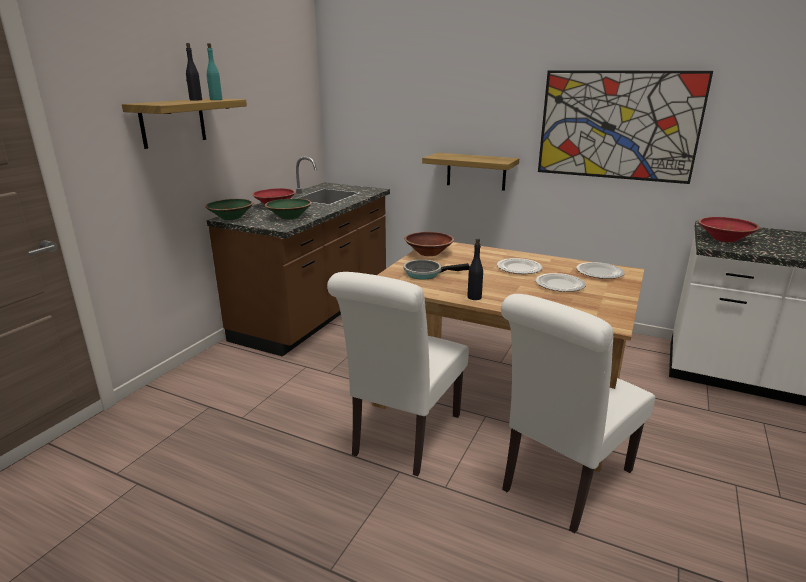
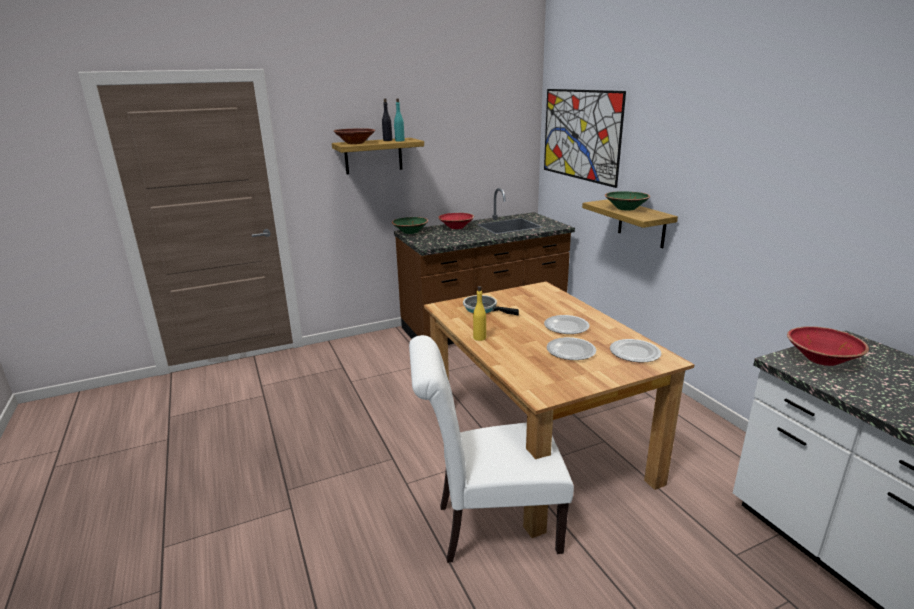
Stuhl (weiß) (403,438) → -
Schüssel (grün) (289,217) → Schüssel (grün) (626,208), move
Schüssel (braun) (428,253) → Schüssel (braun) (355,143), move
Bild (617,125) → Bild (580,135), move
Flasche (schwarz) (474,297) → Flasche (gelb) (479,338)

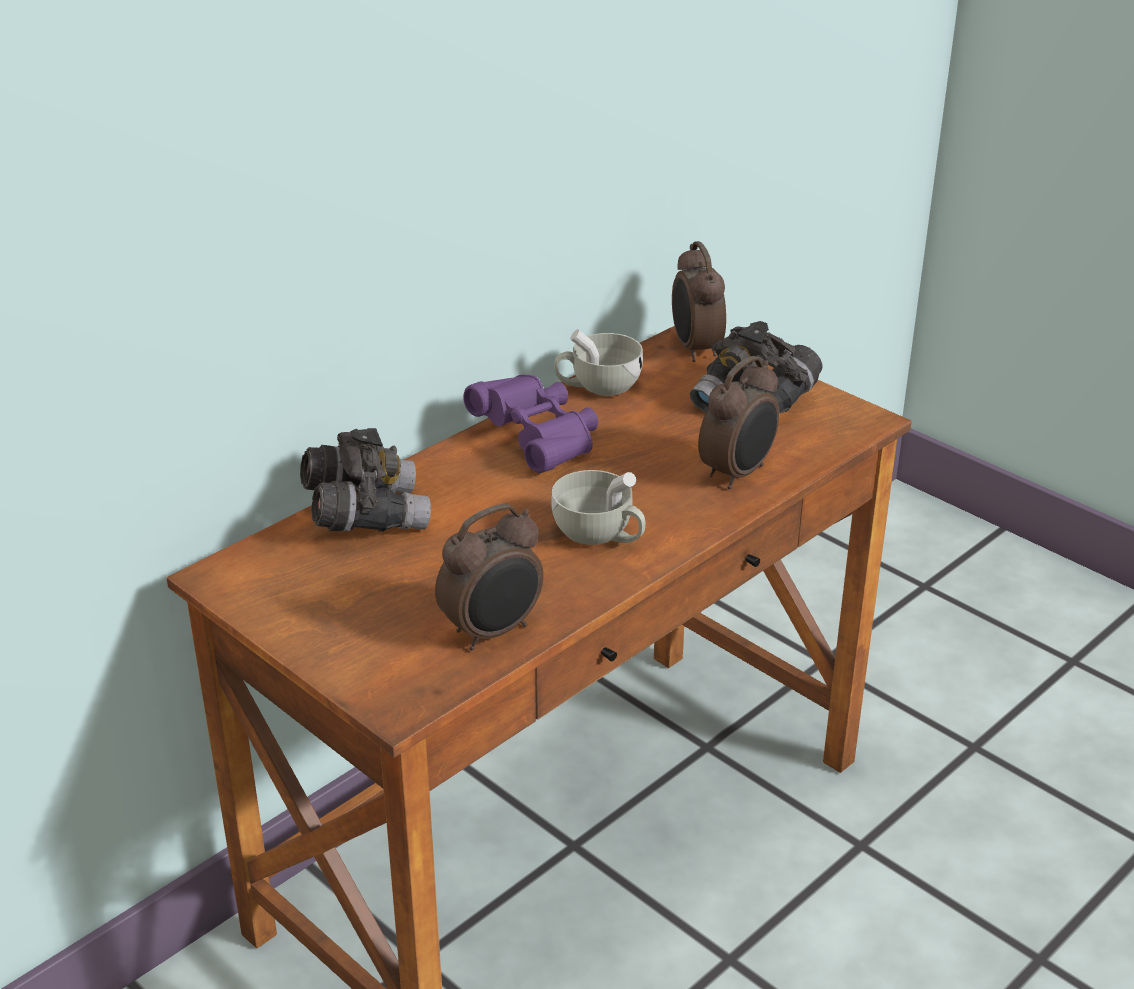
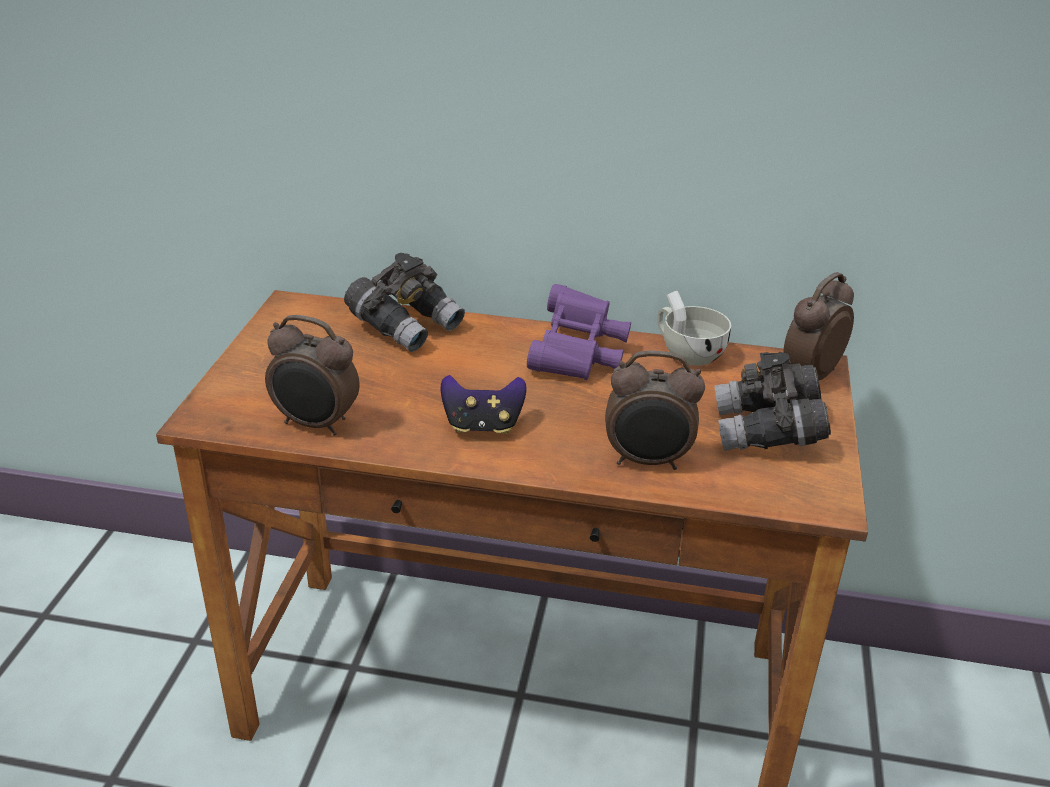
Tasse (weiß) (600,536) → Gamepad (482,426)

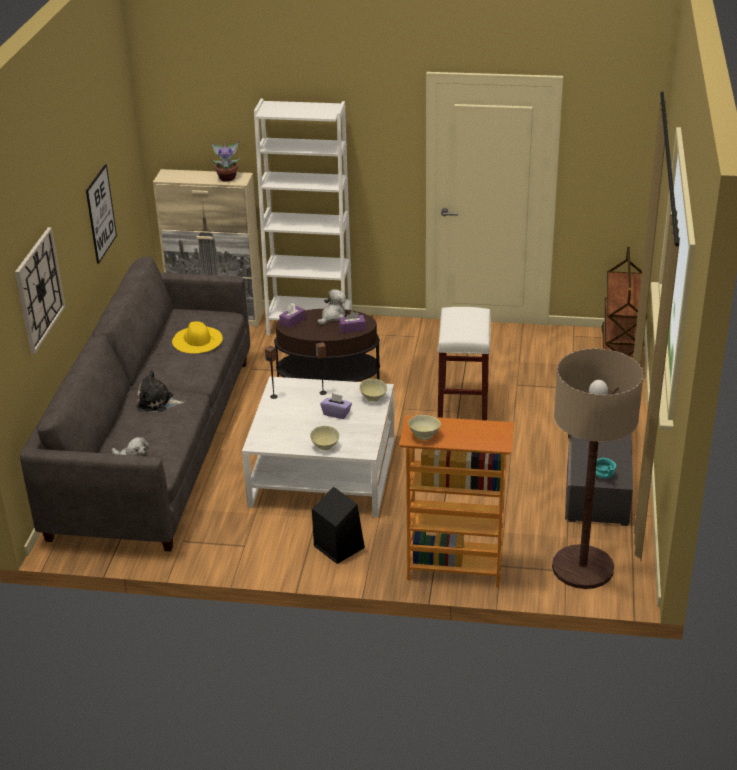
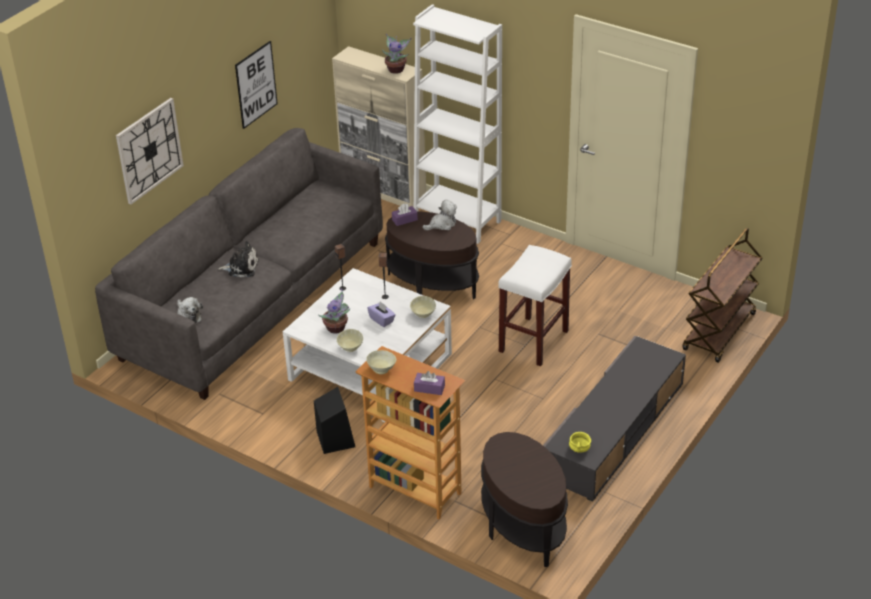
Hut (gelb) (197,339) → -
- → Topfpflanze (337,328)
Taschentuchbox (lila) (352,328) → Taschentuchbox (lila) (429,388), move
Stehlampe (582,568) → Beistelltisch (braun) (522,526)
Schüssel (türkis) (604,476) → Schüssel (gelb) (579,449)
Plüschtier (157,402) → Plüschtier (241,267), 150 degrees clockwise

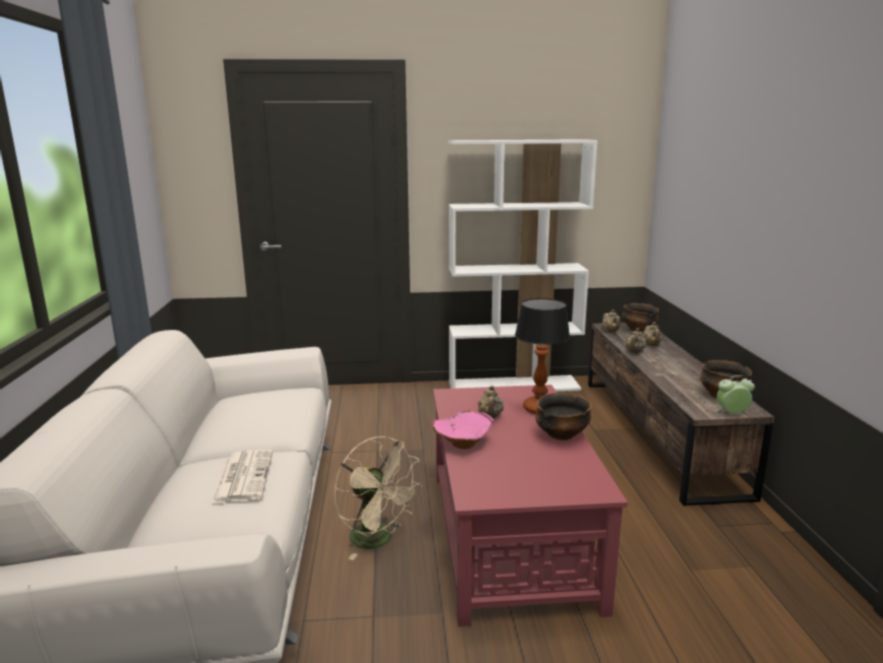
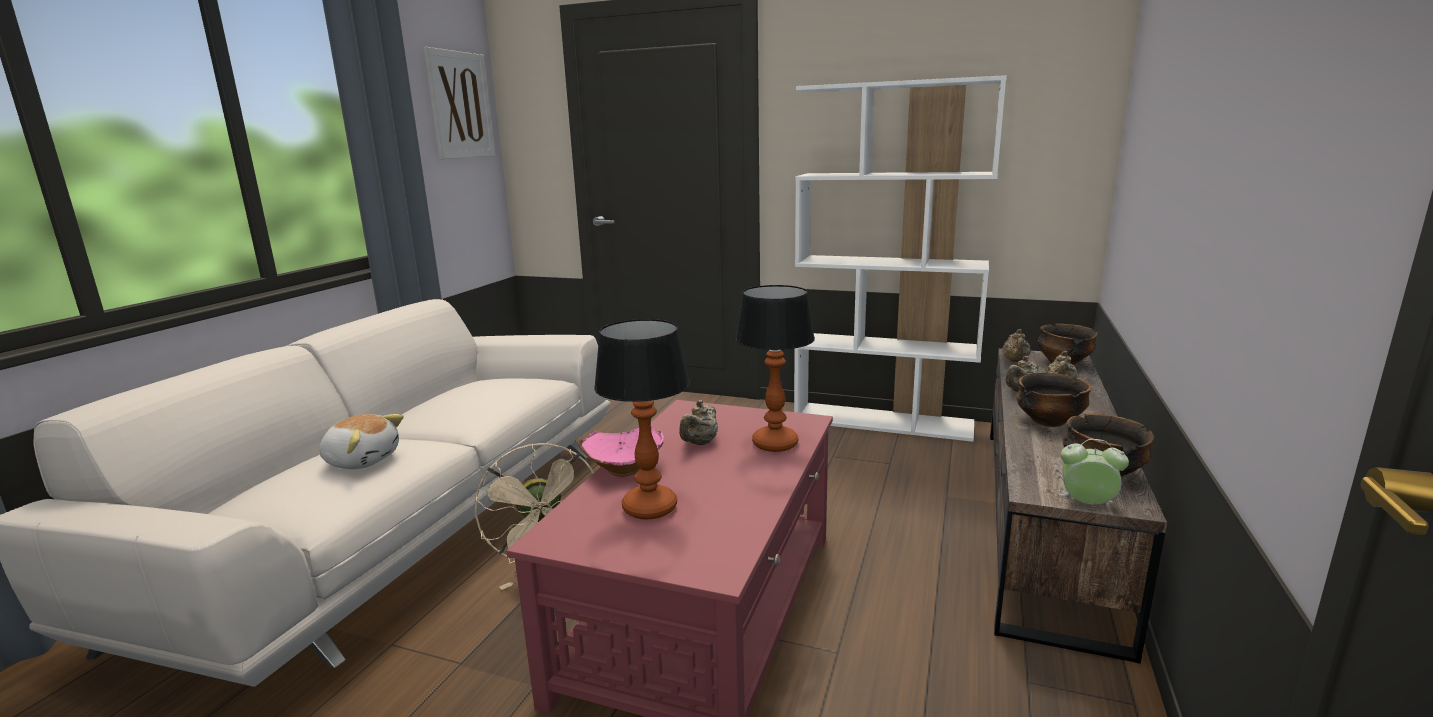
- → Bild (460,105)
- → Tischlampe (649,507)
Schüssel (561,435) → Schüssel (1048,422), move
Zeitung (243,476) → Plüschtier (362,460)

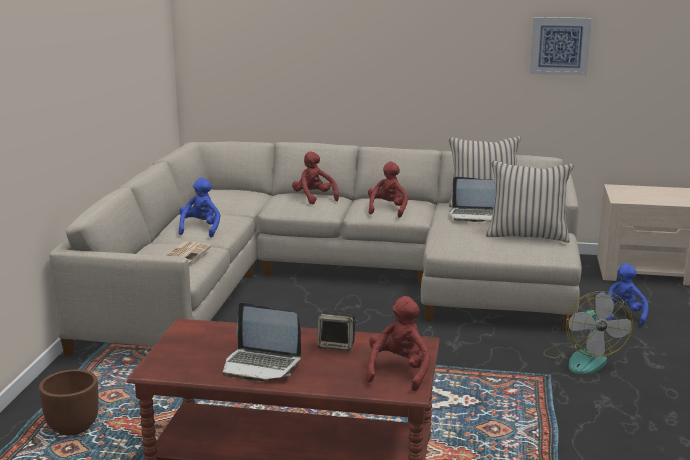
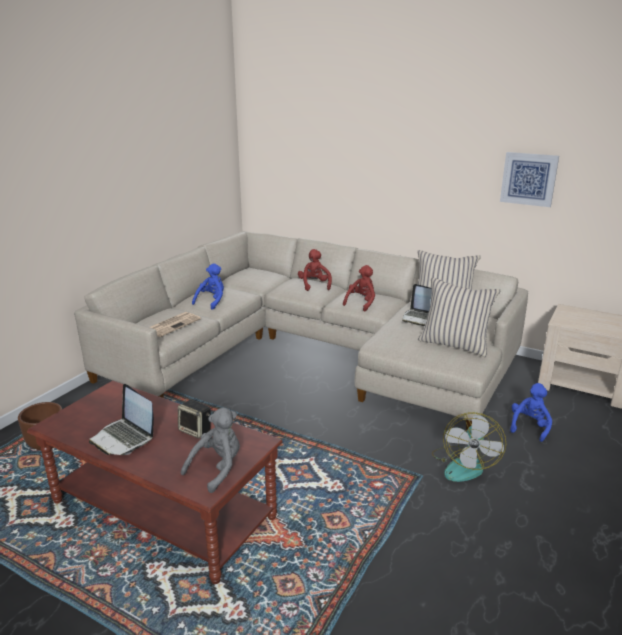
Plüschtier (rot) (399,372) → Plüschtier (grau) (217,469)

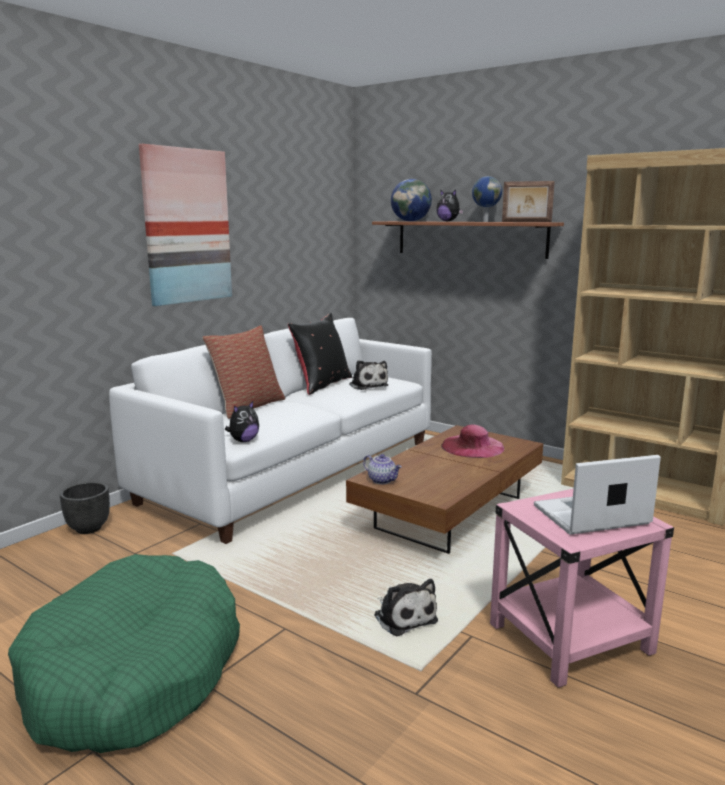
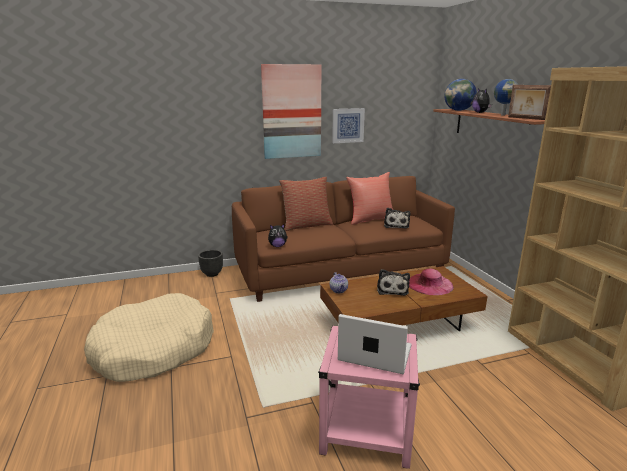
- → Bild (348,125)
Plüschtier (403,617) → Plüschtier (392,289), move
Hundebett (grün) (134,673) → Hundebett (beige) (153,349)
Sofa (weiß) (294,471) → Sofa (braun) (340,270)
Kissen (schwarz) (322,384) → Kissen (rot) (370,219)

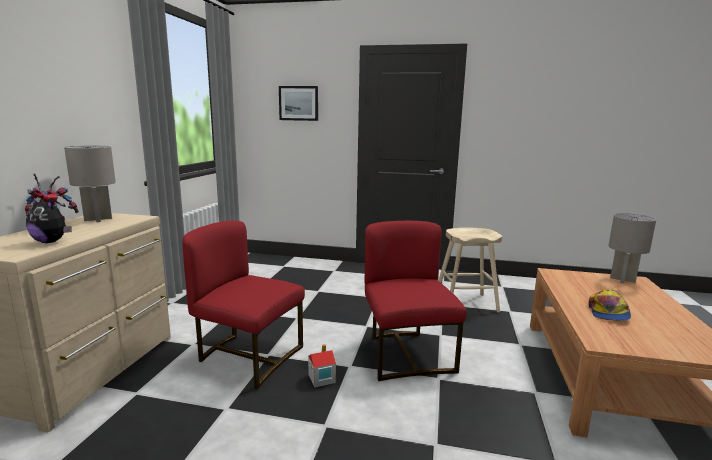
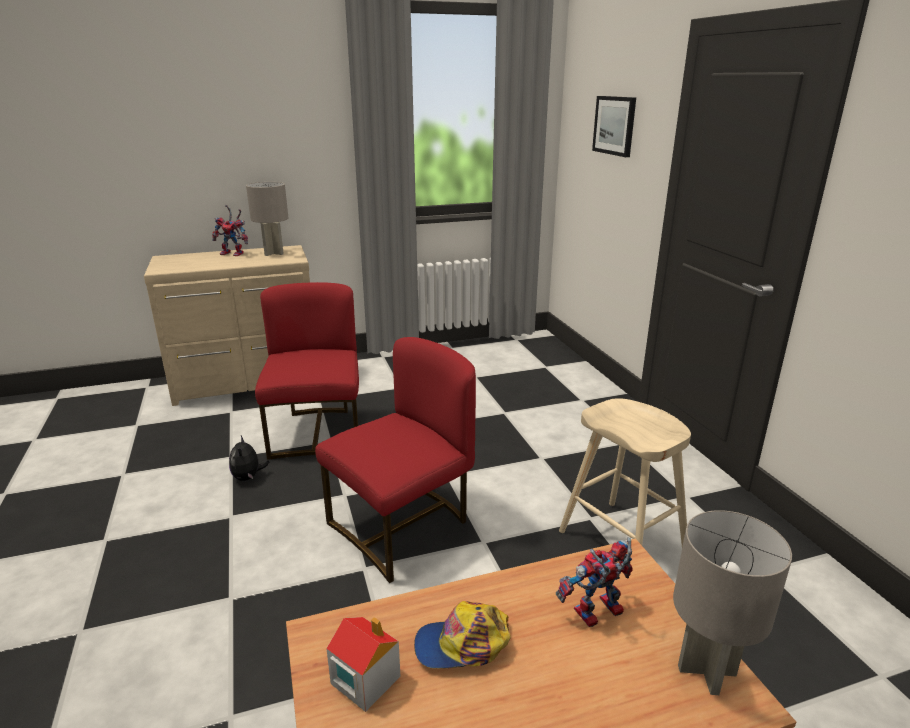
- → Spielzeugroboter (596,615)
Plüschtier (51,242) → Plüschtier (248,477), move
Spielzeughaus (321,379) → Spielzeughaus (364,679), move

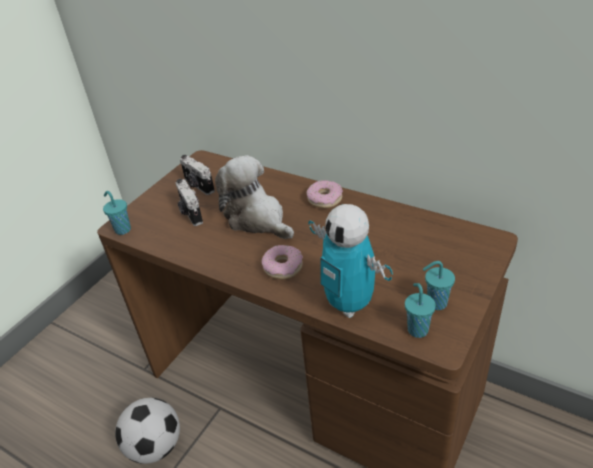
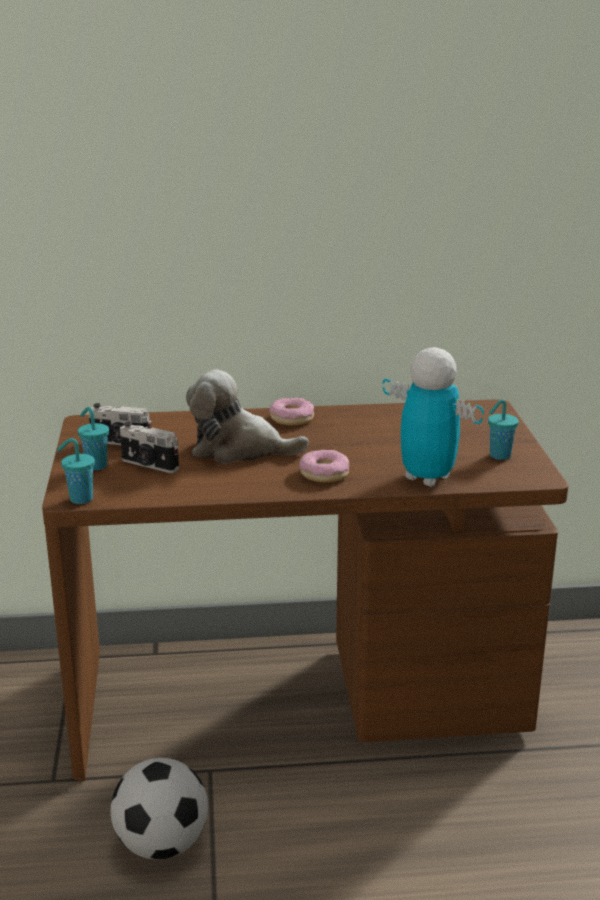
Tasse (türkis) (417,329) → Tasse (türkis) (95,465), move
Spielzeugroboter (349,304) → Spielzeugroboter (427,478), 150 degrees counterclockwise

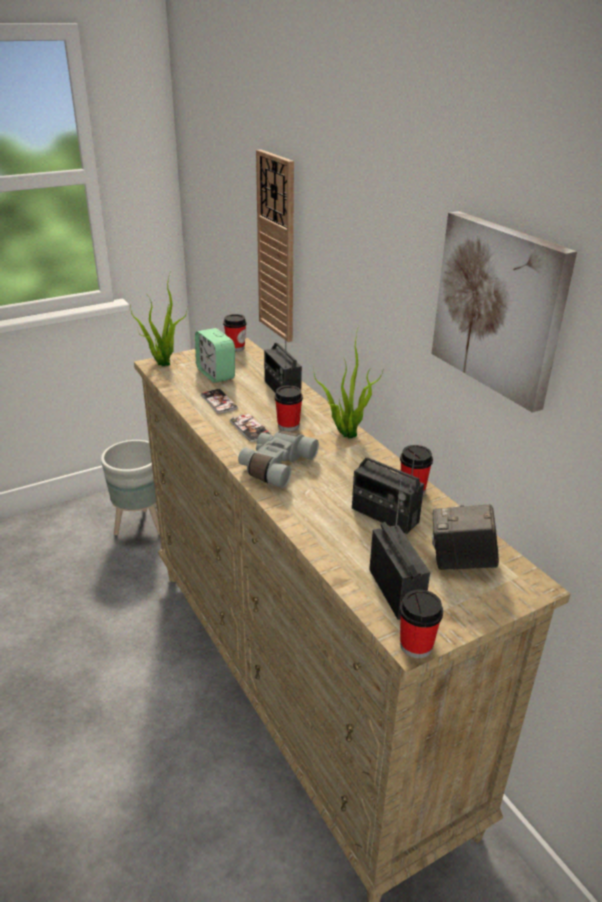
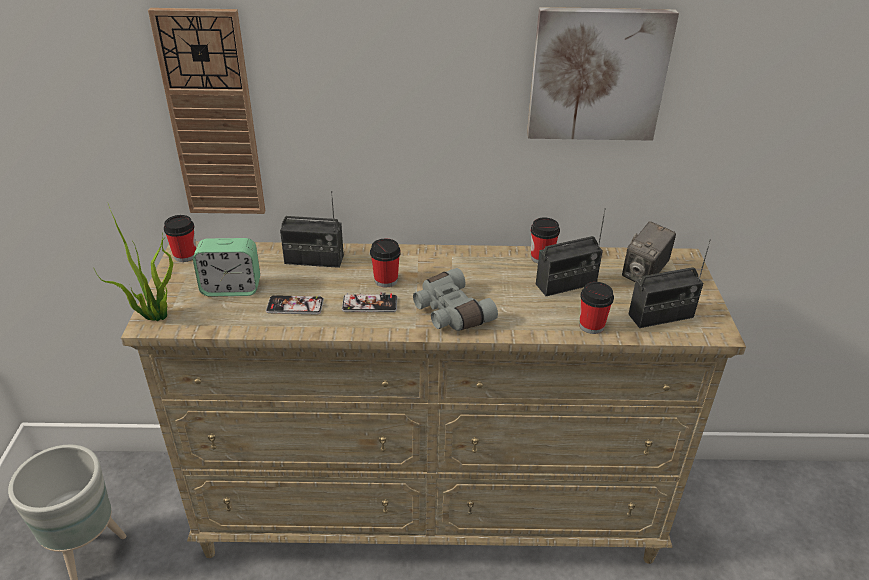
Topfpflanze (346,433) → -
Tasse (416,646) → Tasse (591,326), move
Radio (396,591) → Radio (661,316), 150 degrees clockwise

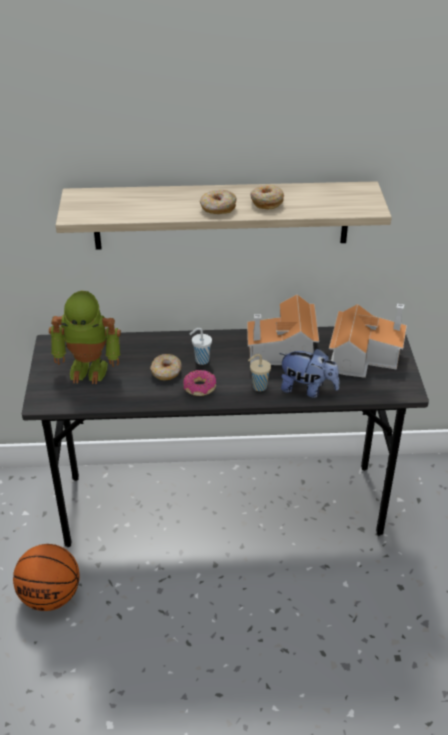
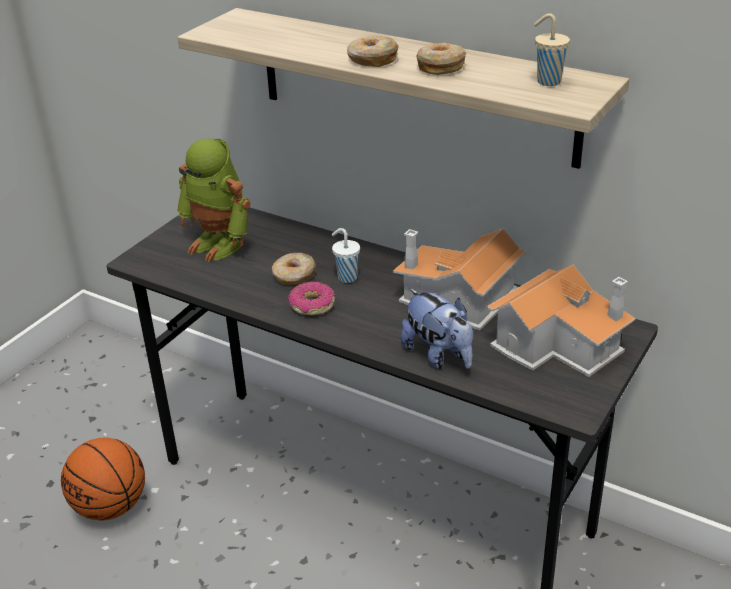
Tasse (beige) (258,387) → Tasse (beige) (547,81), move

